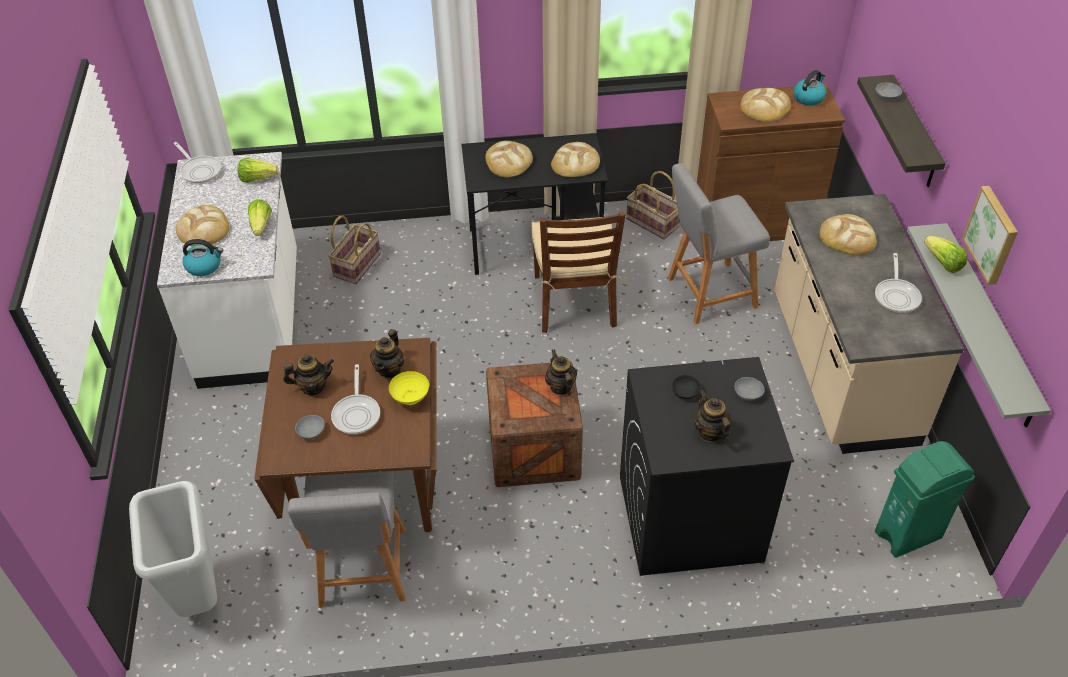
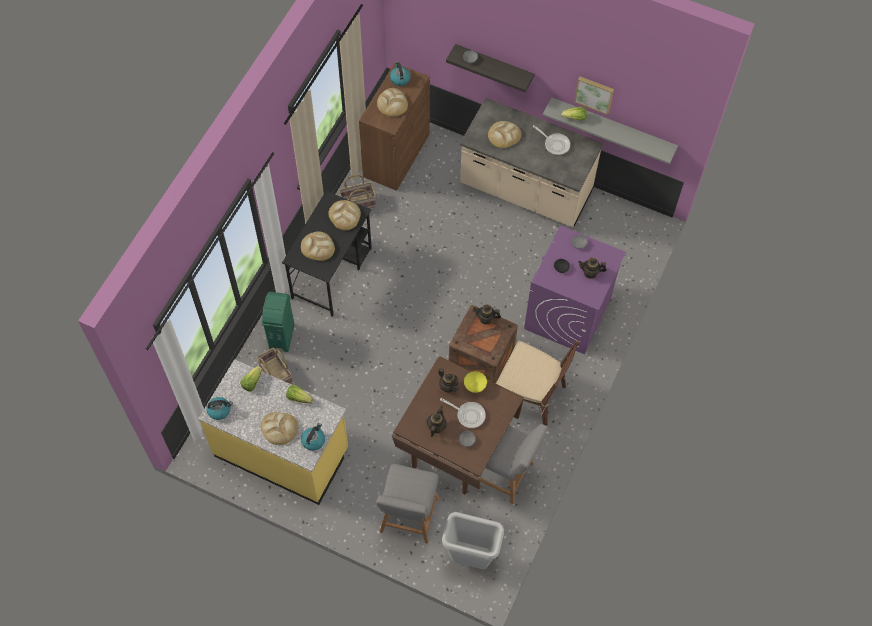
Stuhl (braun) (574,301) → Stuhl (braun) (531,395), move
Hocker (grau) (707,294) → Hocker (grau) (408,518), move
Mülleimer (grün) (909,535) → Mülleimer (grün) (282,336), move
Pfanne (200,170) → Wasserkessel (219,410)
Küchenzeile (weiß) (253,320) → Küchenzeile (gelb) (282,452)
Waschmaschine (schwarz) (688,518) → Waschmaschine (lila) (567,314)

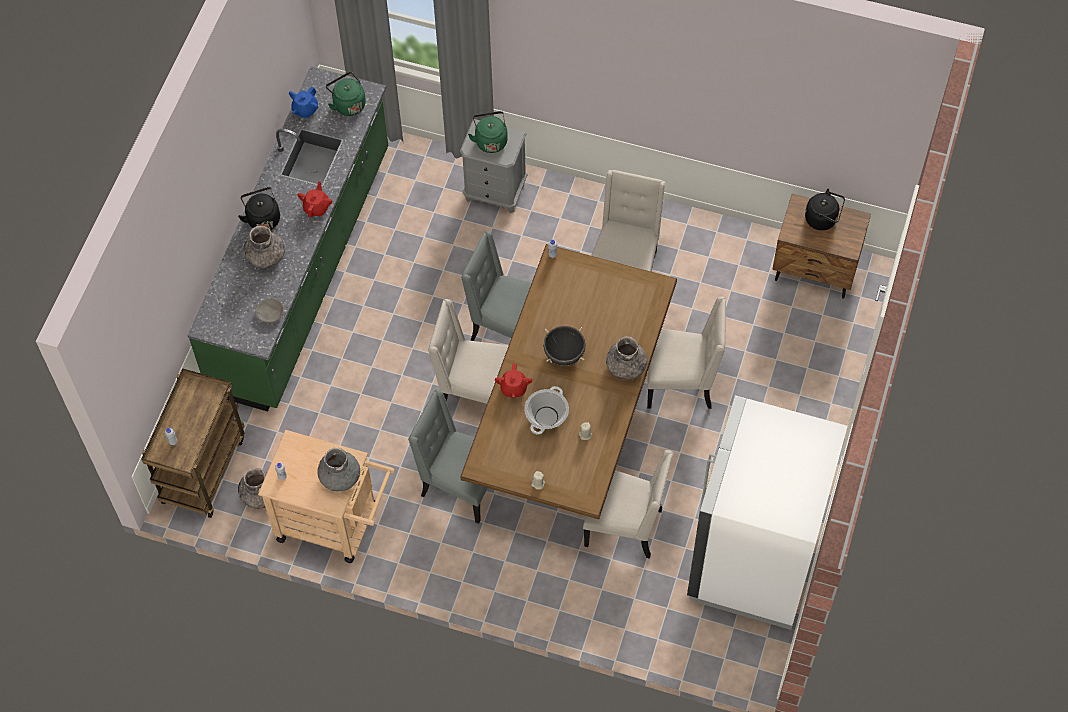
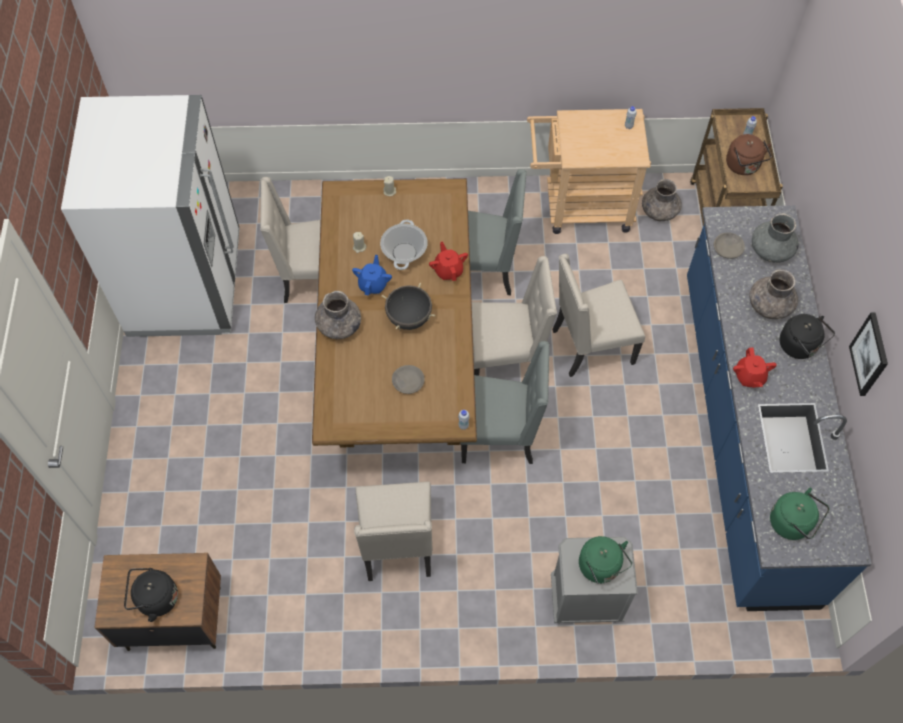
- → Schüssel (grau) (407,382)
- → Wasserkessel (braun) (744,166)
- → Bild (870,354)
Teekanne (blau) (305,110) → Teekanne (blau) (373,284), move
Vase (grau) (340,476) → Vase (grau) (771,250), move
Stuhl (beige) (682,383) → Stuhl (beige) (590,346), move
Küchenzeile (grün) (304,270) → Küchenzeile (blau) (745,433)

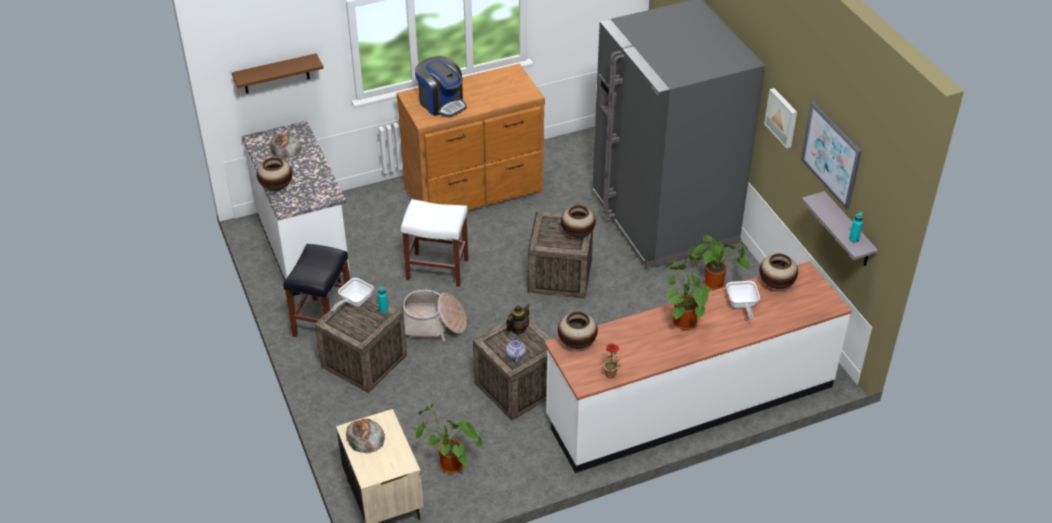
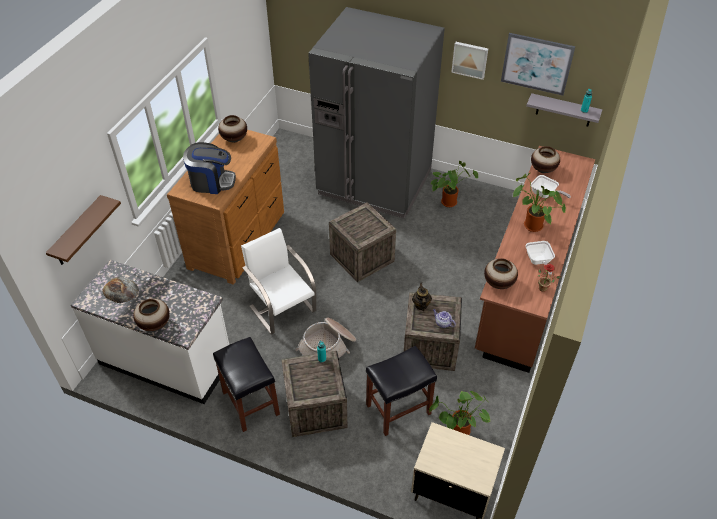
Brot (365,436) → -
- → Hocker (schwarz) (398,410)
Pfanne (354,302) → Pfanne (538,261), move
Vase (577,233) → Vase (234,139), move
Hocker (weiß) (438,269) → Stuhl (weiß) (282,308)
Küchenzeile (weiß) (690,402) → Küchenzeile (braun) (527,280)

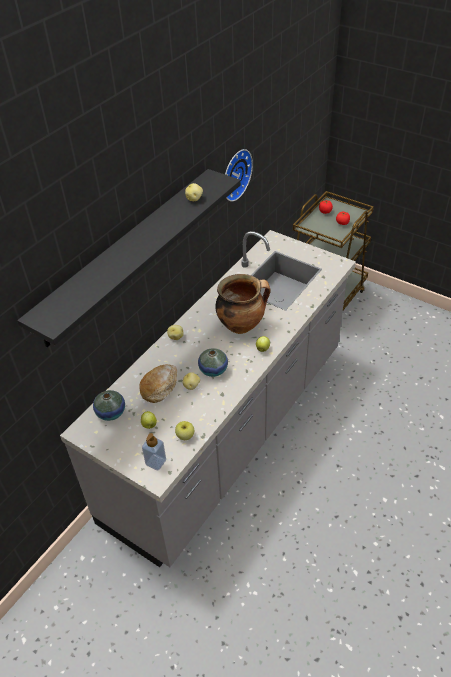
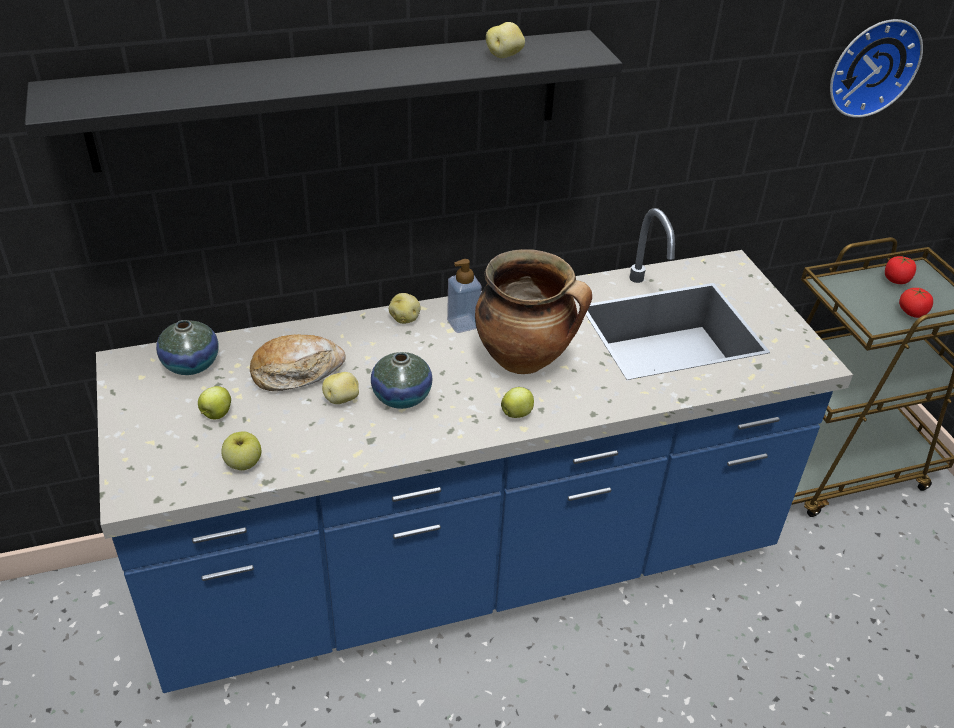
Seifenspender (156,462) → Seifenspender (463,324), move
Wanduhr (234,174) → Wanduhr (871,66), move
Küchenzeile (grau) (229,432) → Küchenzeile (blau) (467,565)

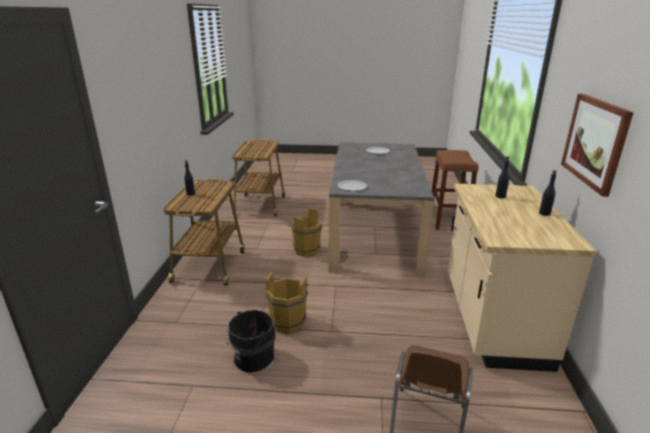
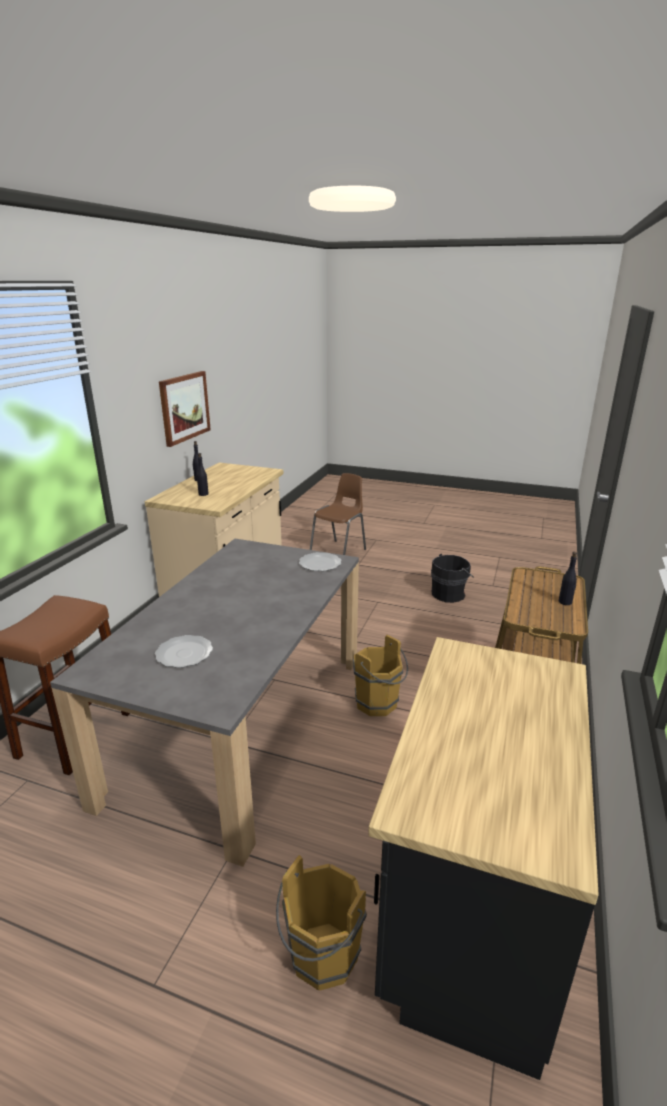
Eimer (braun) (289,321) → Eimer (braun) (321,959), move
Rollwagen (260,204) → Küchenzeile (schwarz) (469,905)

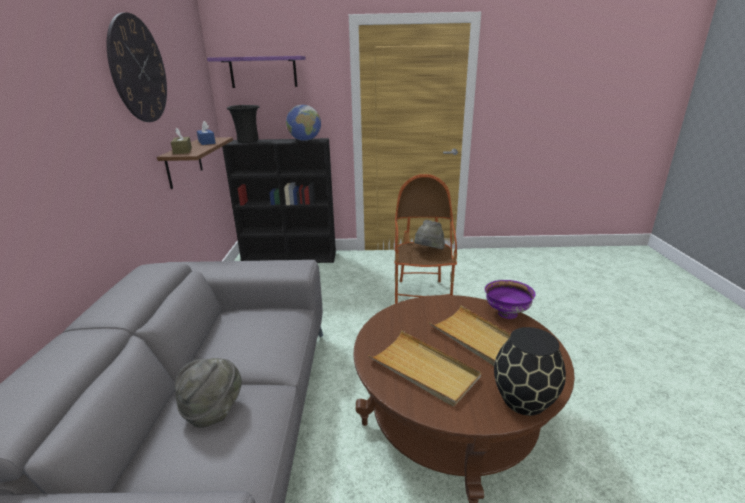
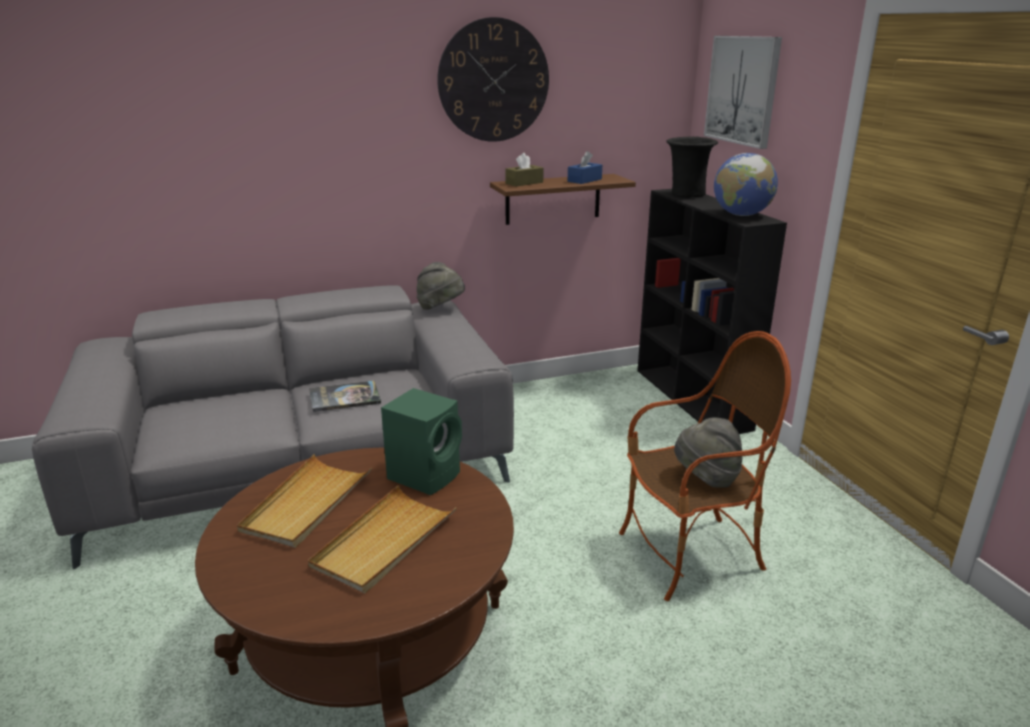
Schüssel (lila) (506,314) → -
Vase (schwarz) (523,399) → -
- → Buch (344,397)
- → Lautsprecher (grün) (426,475)
Hut (grau) (213,410) → Hut (grau) (440,308), move
Wandregal (lila) (263,72) → Bild (742,90)

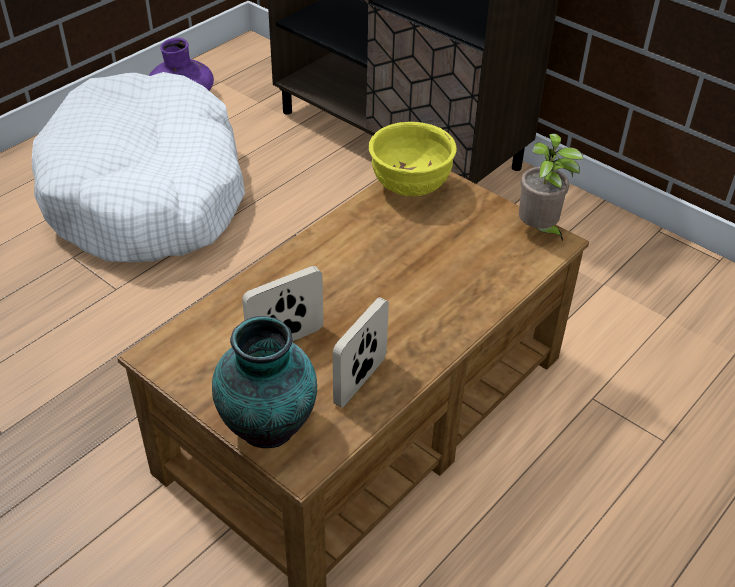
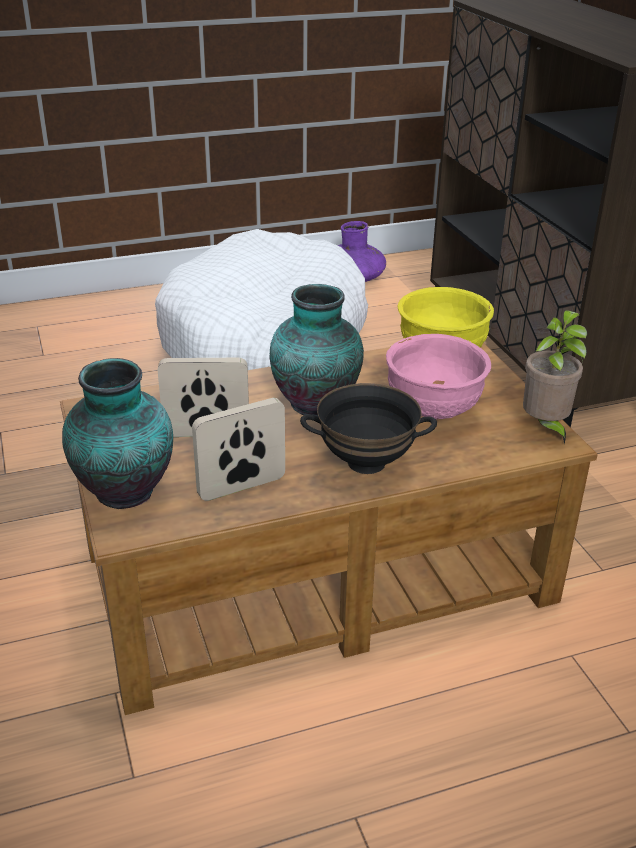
- → Vase (316,403)
- → Schüssel (schwarz) (366,463)
- → Schüssel (rosa) (433,411)

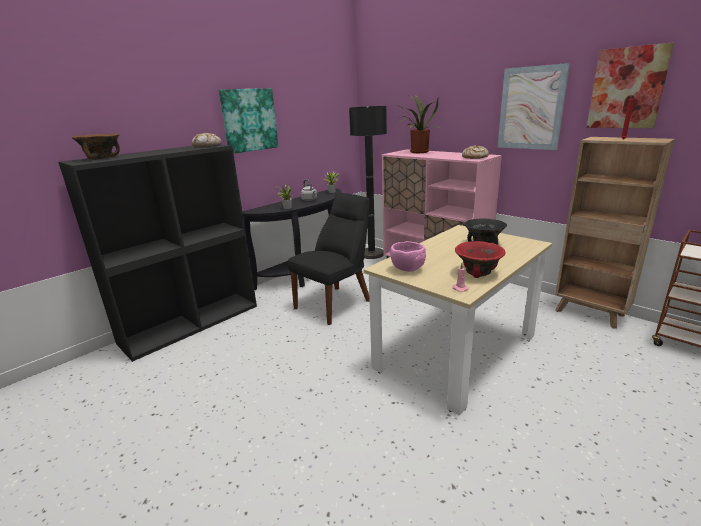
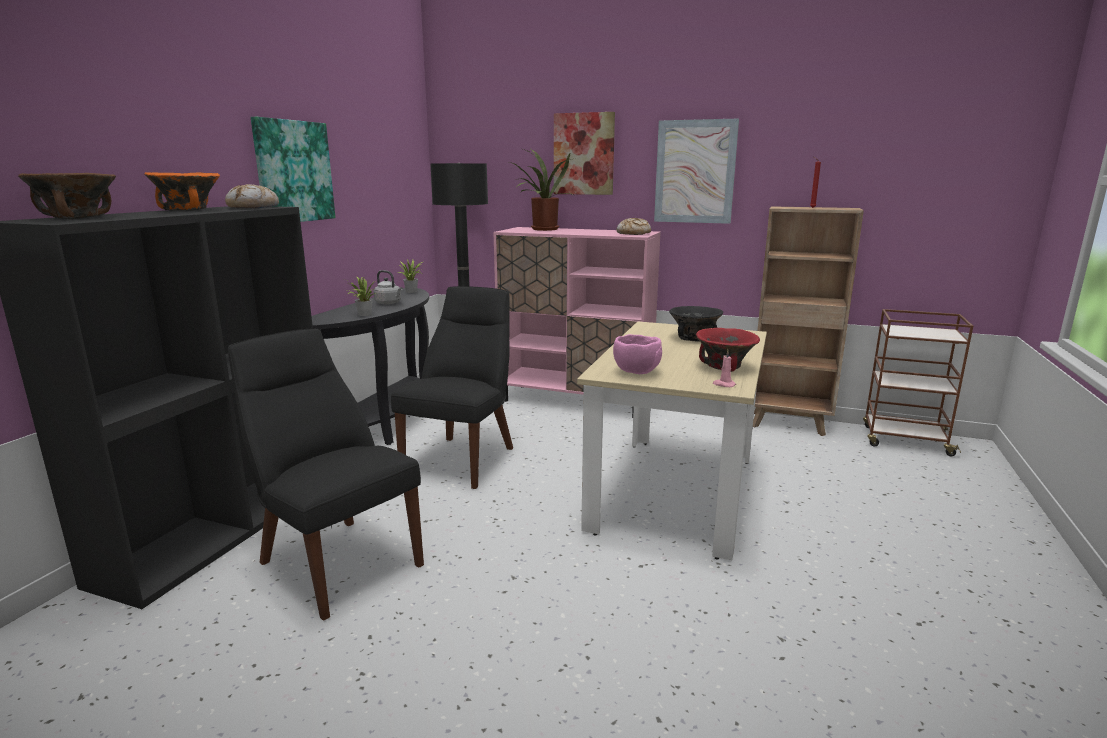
- → Schüssel (orange) (188,210)
- → Stuhl (schwarz) (336,561)
Bild (627,88) → Bild (583,154), move

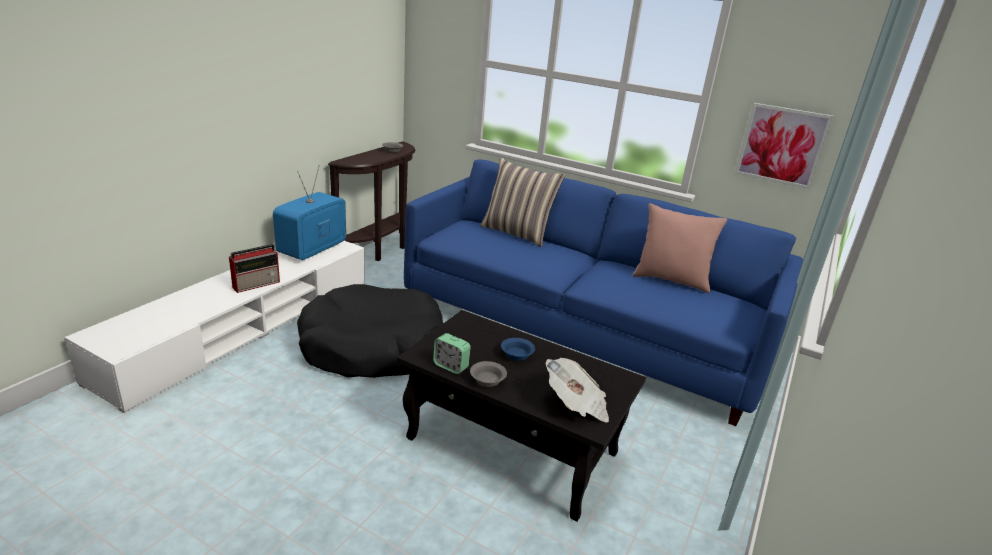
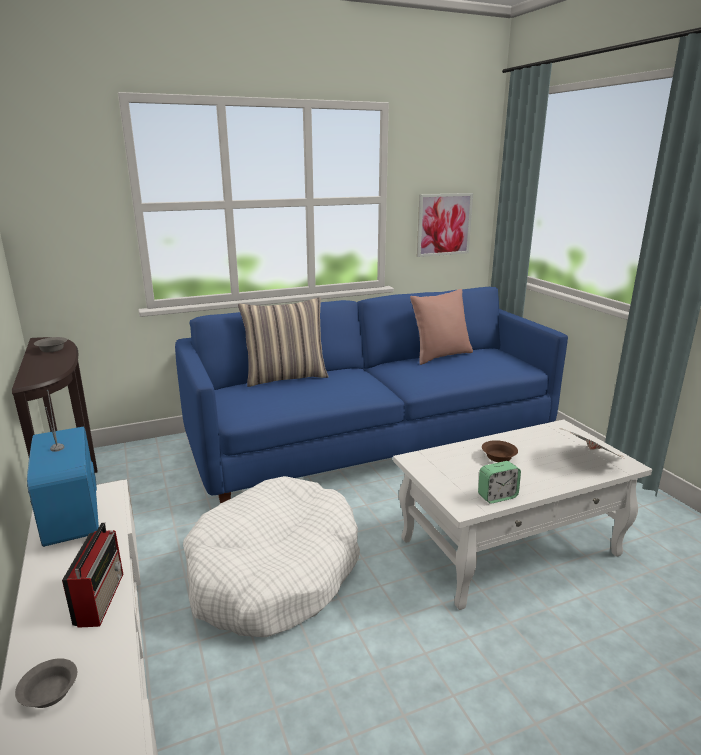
Schüssel (grau) (487,380) → Schüssel (grau) (49,692), move
Hundebett (schwarz) (373,347) → Hundebett (weiß) (274,572)
Couchtisch (schwarz) (513,446) → Couchtisch (weiß) (510,546)
Schüssel (blau) (517,354) → Schüssel (braun) (498,457)

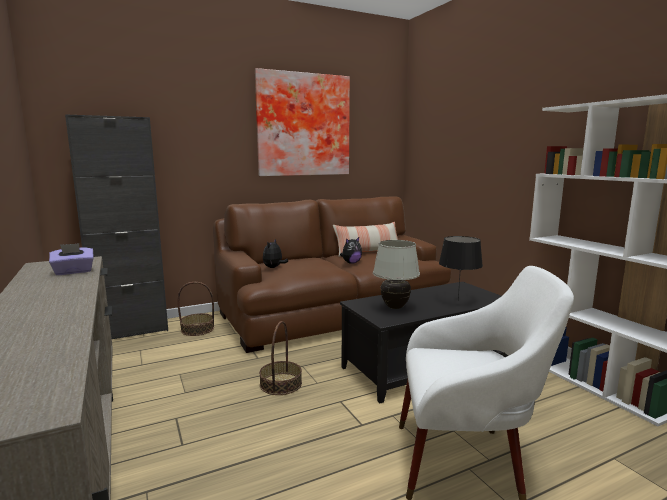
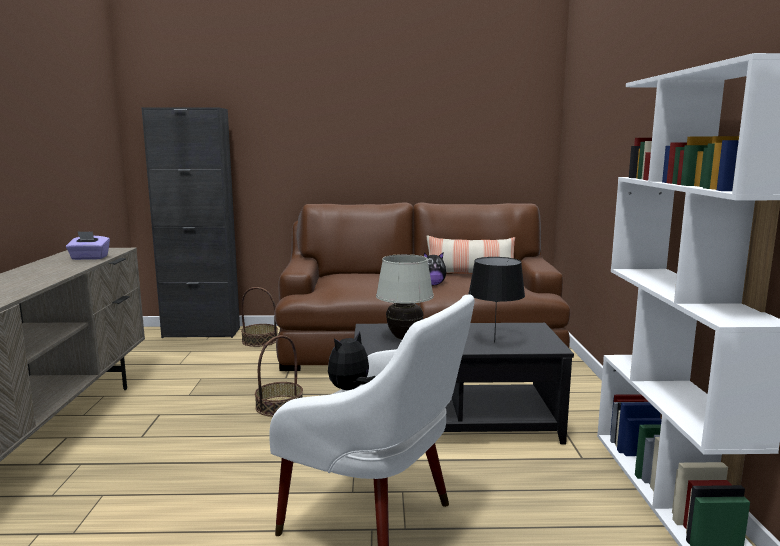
Bild (303,125) → -
Plüschtier (274,267) → Plüschtier (350,389), move

